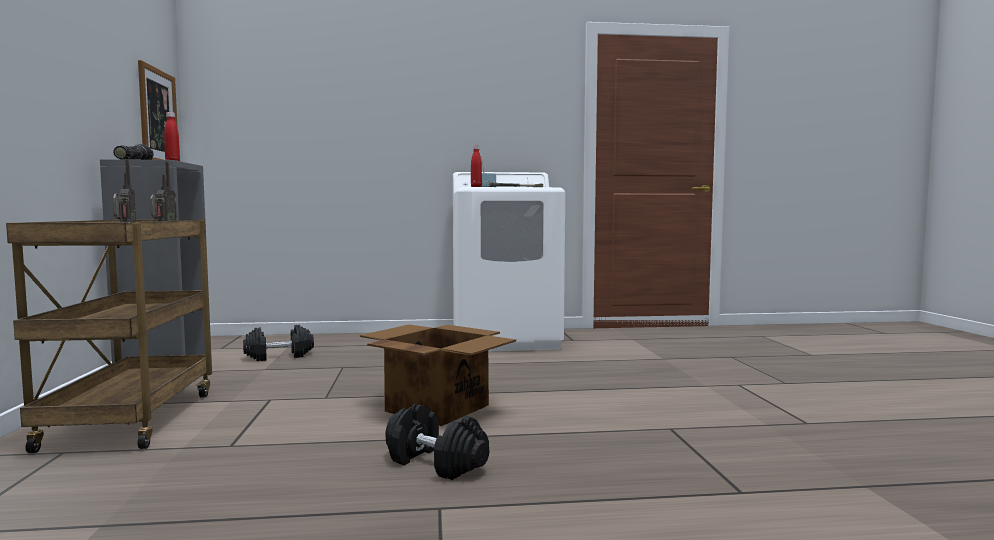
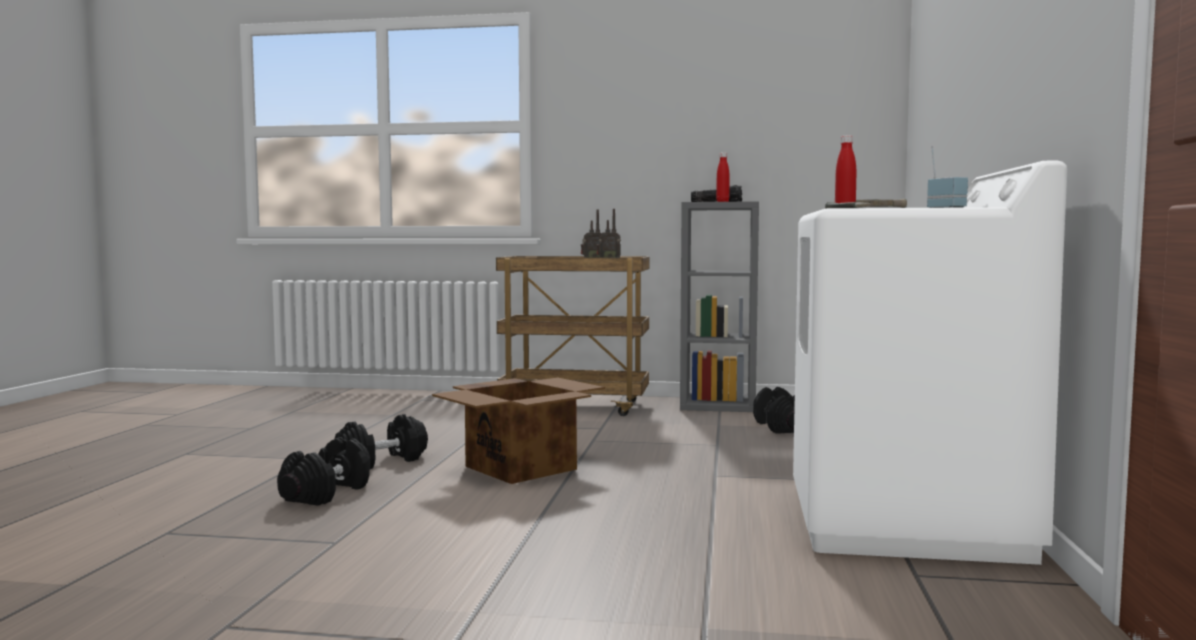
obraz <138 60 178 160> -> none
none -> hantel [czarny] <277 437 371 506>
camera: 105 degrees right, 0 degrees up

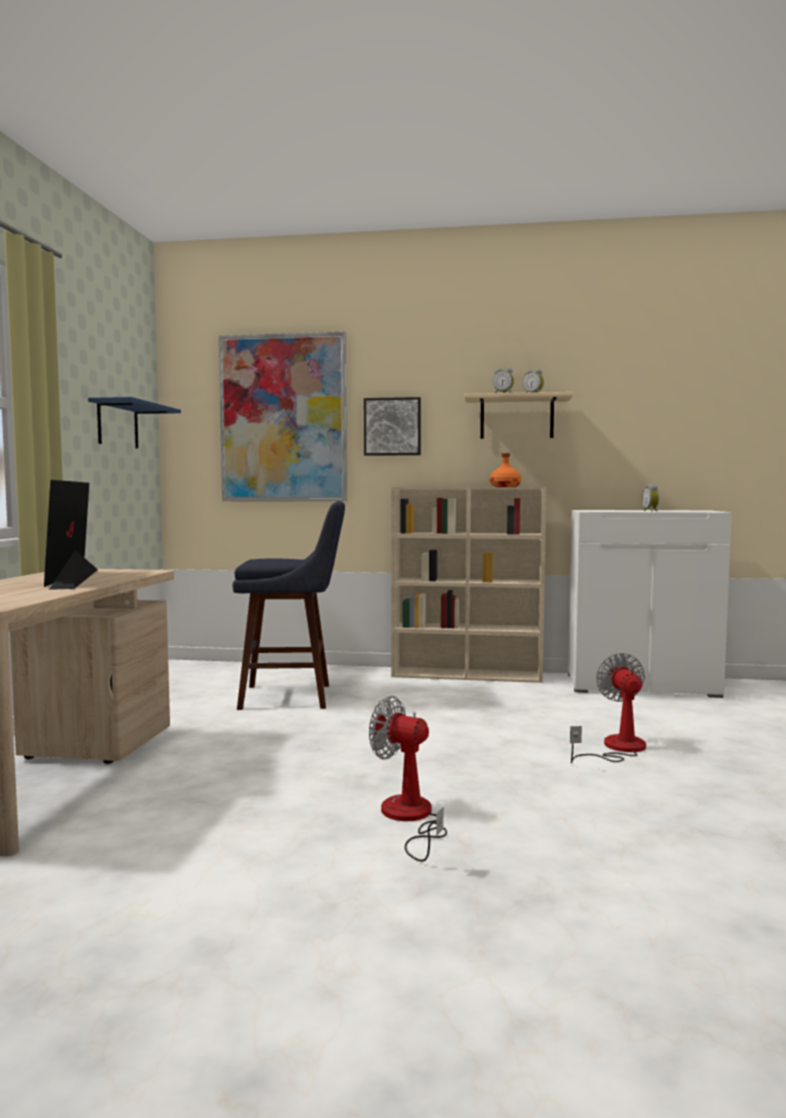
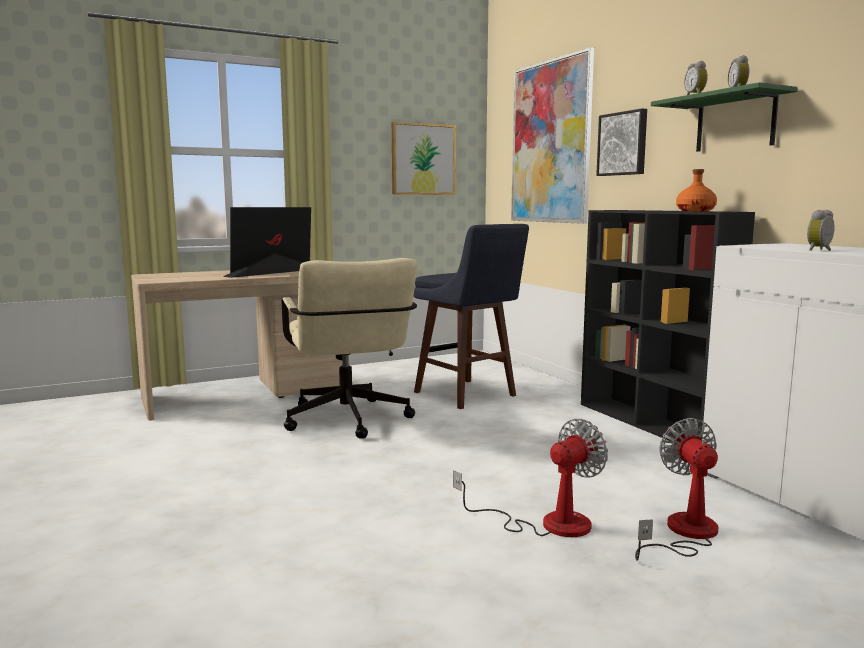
półka [niebieski] <88 397 181 449> -> obraz <392 122 456 195>
wentylator <369 696 447 862> -> wentylator <635 418 718 561>, shifted
regał [beżowy] <391 487 546 683> -> regał [czarny] <581 210 755 441>
półka [beżowy] <464 392 574 439> -> półka [zielony] <651 82 798 152>
none -> krzesło biurowe [beżowy] <282 258 417 439>
camera: 55 degrees right, 5 degrees up

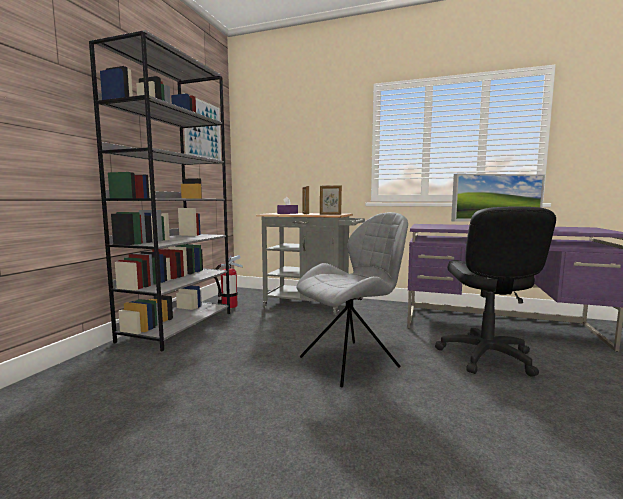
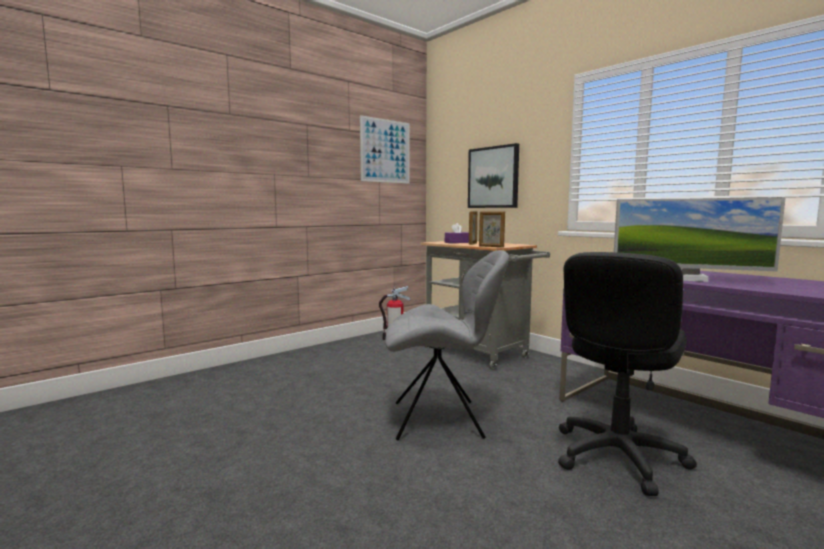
regał [szary] <89 30 230 351> -> none
none -> obraz <468 143 519 208>
camera: 30 degrees right, 0 degrees up

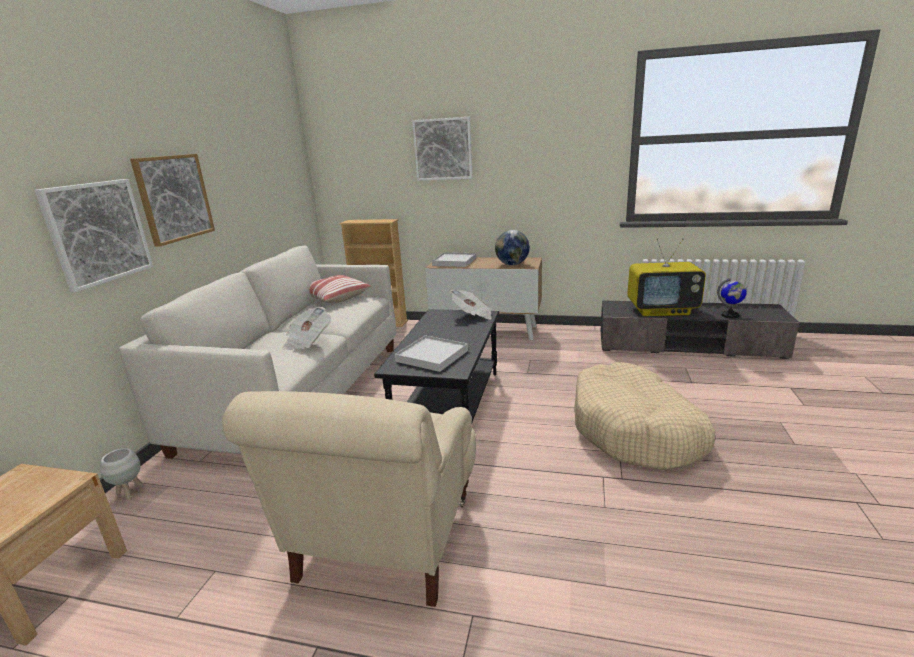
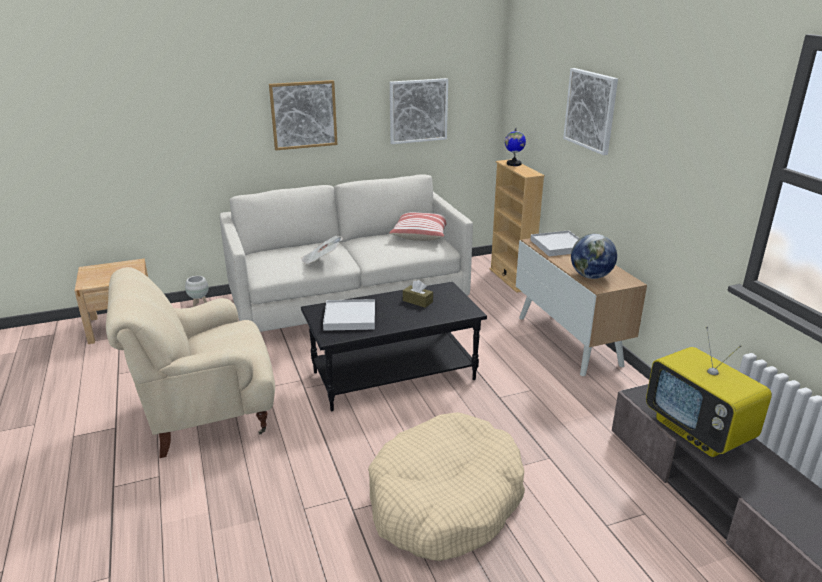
obraz <34 179 153 292> -> obraz <390 78 448 144>, shifted
gazeta <450 290 492 319> -> none
globus <717 278 747 318> -> globus <505 128 526 166>, shifted
none -> pudełko chusteczek [brązowy] <403 280 433 308>
camera: 55 degrees right, 5 degrees up

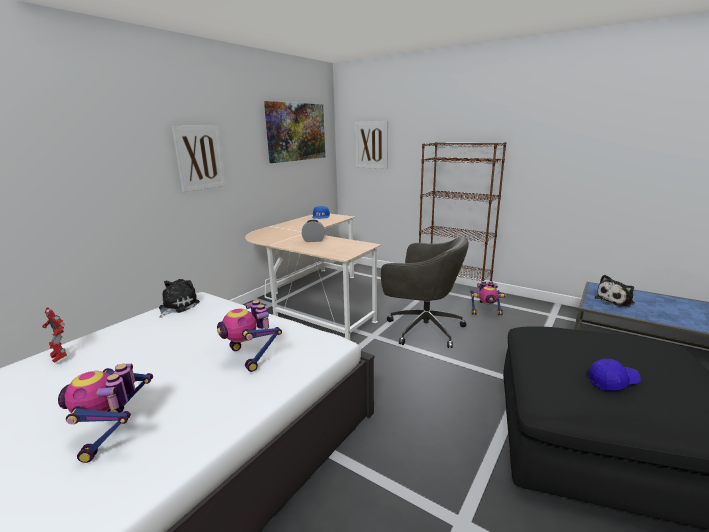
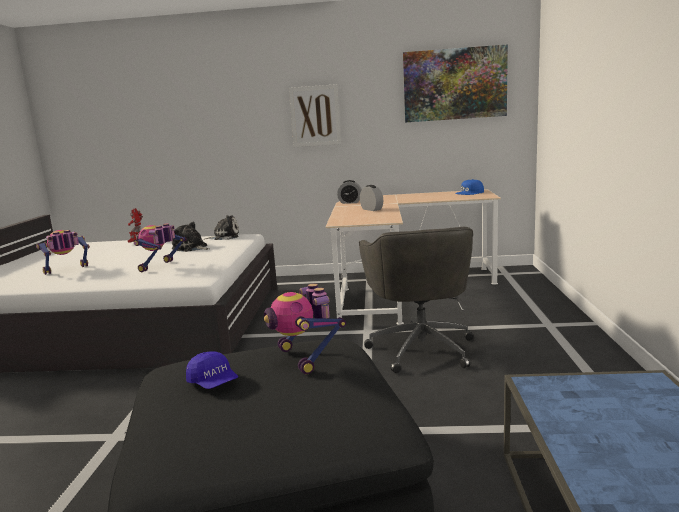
obraz <355 121 388 169> -> none
regał [brązowy] <419 142 506 303> -> none
robot zabawkowy <470 281 506 315> -> robot zabawkowy <264 283 346 374>, shifted
pluszak <595 275 635 307> -> pluszak <172 221 210 252>, shifted
none -> budzik <337 180 362 204>
camera: 60 degrees right, 5 degrees down

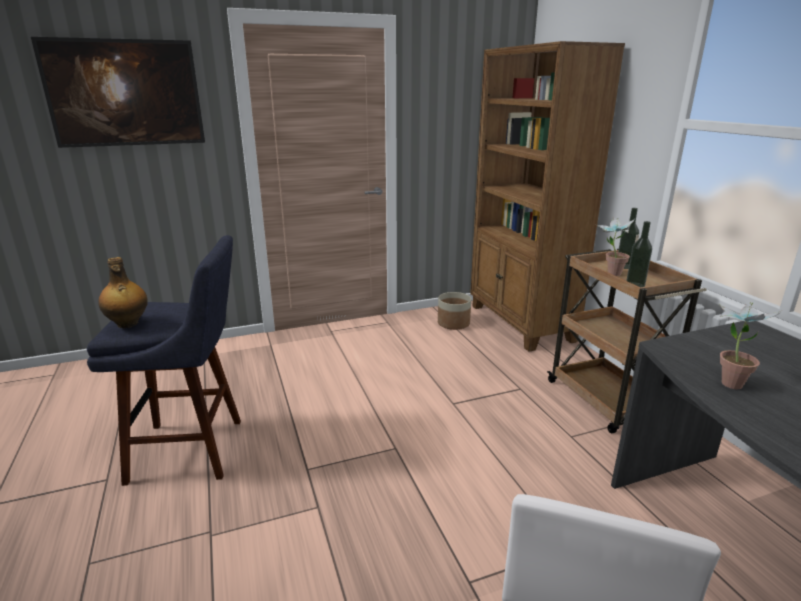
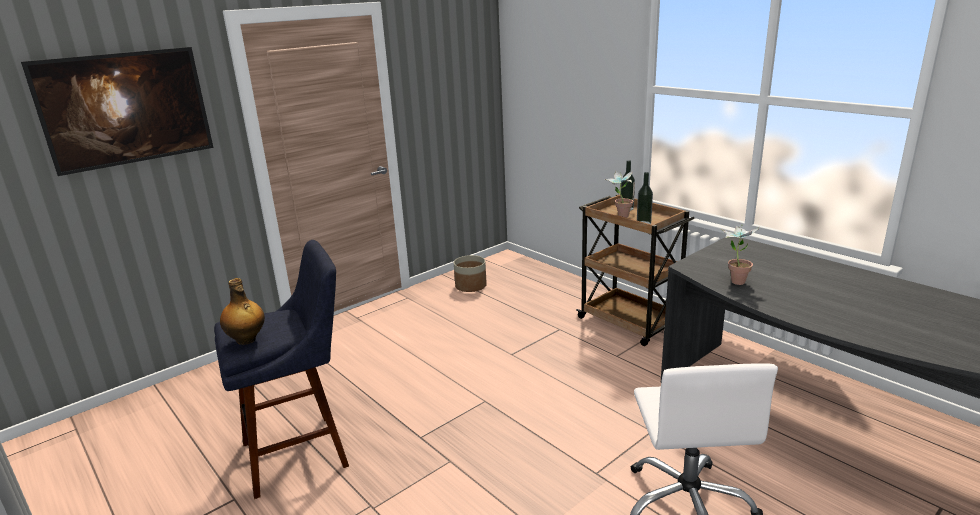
regał [brązowy] <470 41 625 352> -> none
camera: 20 degrees left, 0 degrees up

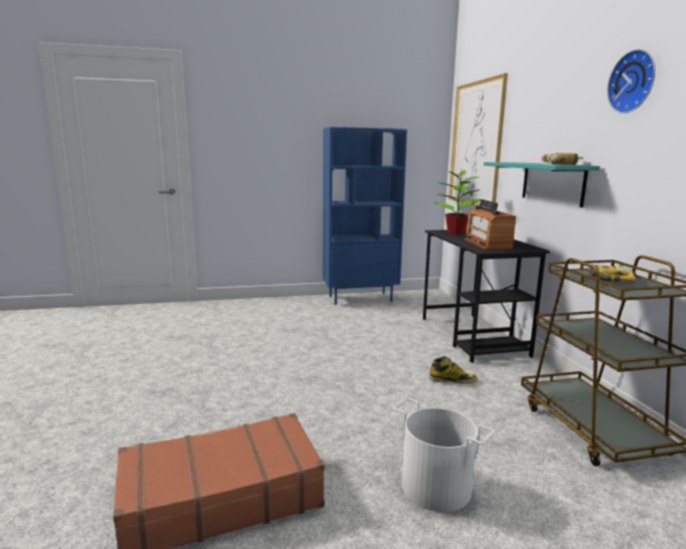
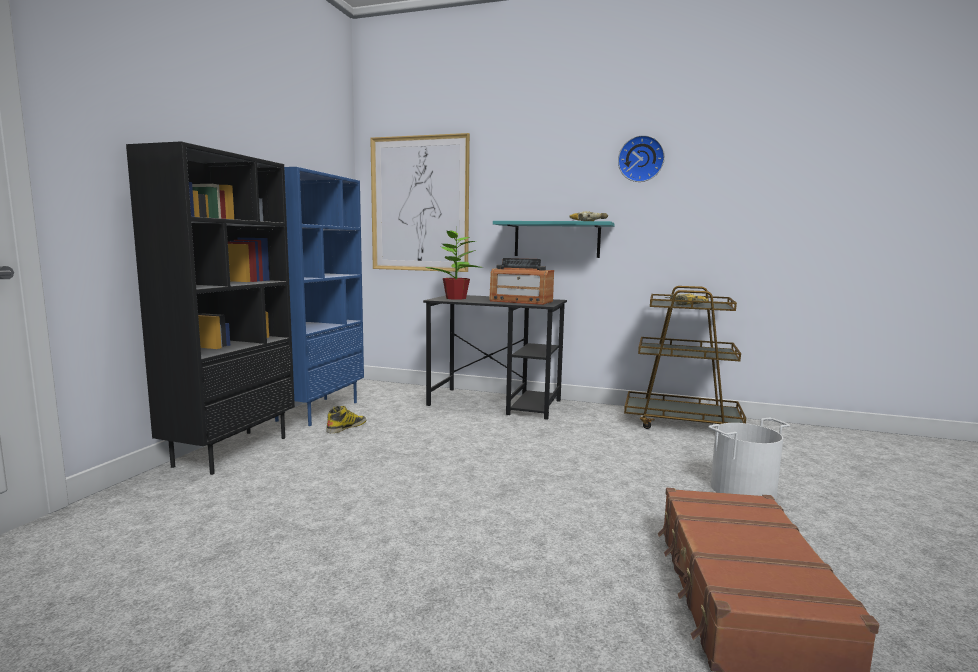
but z cholewką <429 356 478 384> -> but z cholewką <326 406 366 433>, shifted
none -> regał [czarny] <126 141 295 475>
camera: 60 degrees left, 5 degrees down

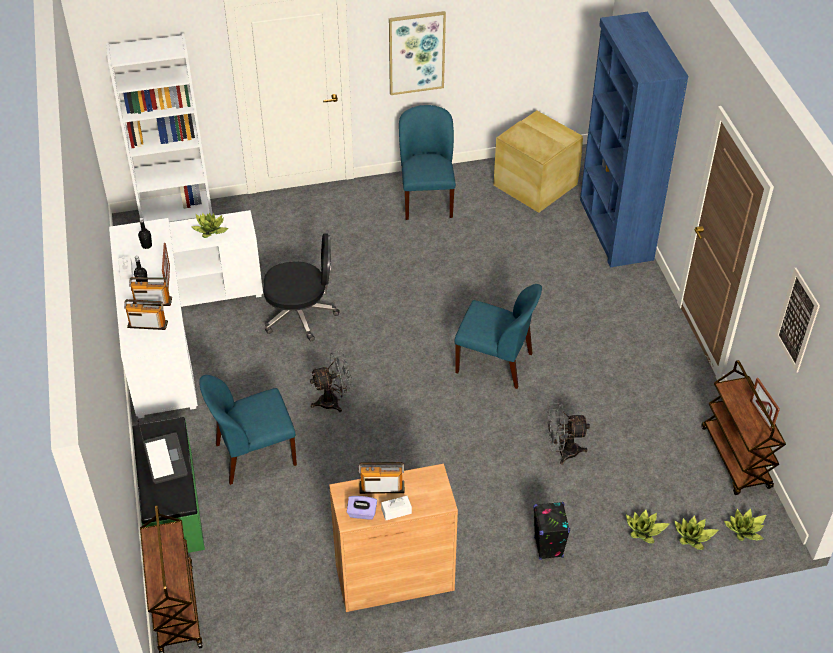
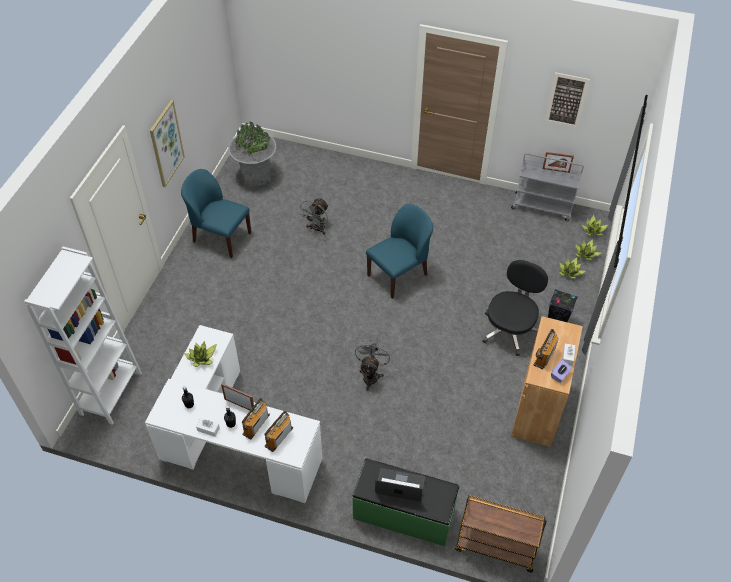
krzesło [niebieski] <199 375 297 485> -> none
krzesło biurowe [czarny] <263 234 340 341> -> krzesło biurowe [czarny] <482 260 548 356>, shifted
pojemnik do przechowywania [beżowy] <494 111 583 213> -> donica [szary] <228 122 276 188>
wentylator [szary] <547 403 590 465> -> wentylator [szary] <297 198 328 235>, shifted
regał [niebieski] <580 12 688 268> -> none
wózek [brązowy] <701 360 786 495> -> wózek [szary] <511 153 583 221>
camera: 60 degrees left, 5 degrees up

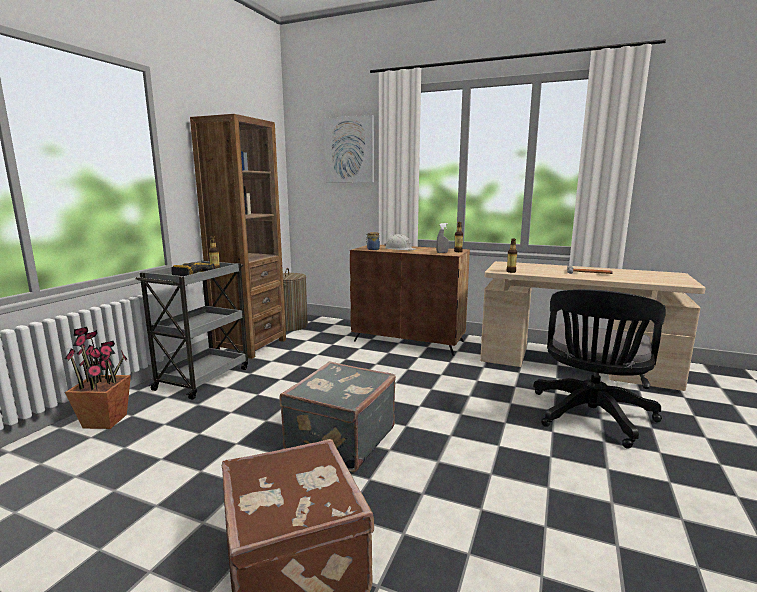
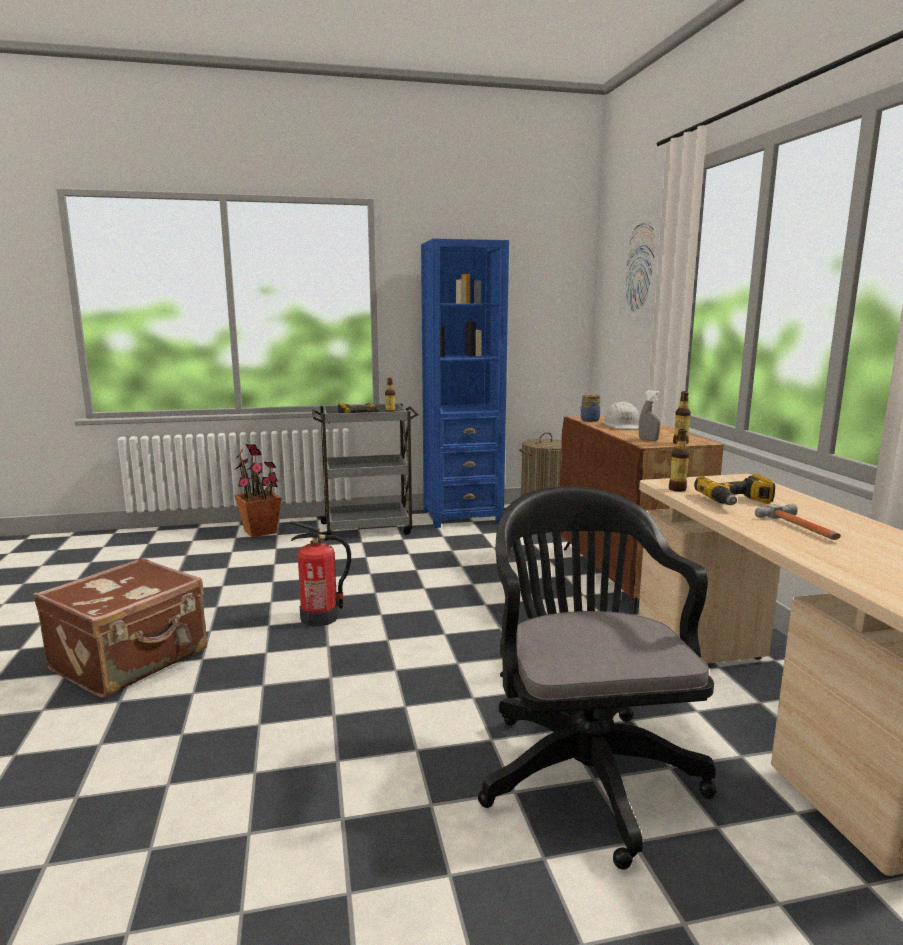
regał [brązowy] <190 114 286 359> -> regał [niebieski] <421 238 509 528>
walizka [szary] <279 362 396 472> -> gaśnica <290 521 351 626>
krzesło biurowe [czarny] <533 289 666 449> -> krzesło biurowe [czarny] <478 486 716 870>, 90 degrees clockwise
none -> wiertarka <694 474 775 505>
camera: 55 degrees right, 0 degrees up

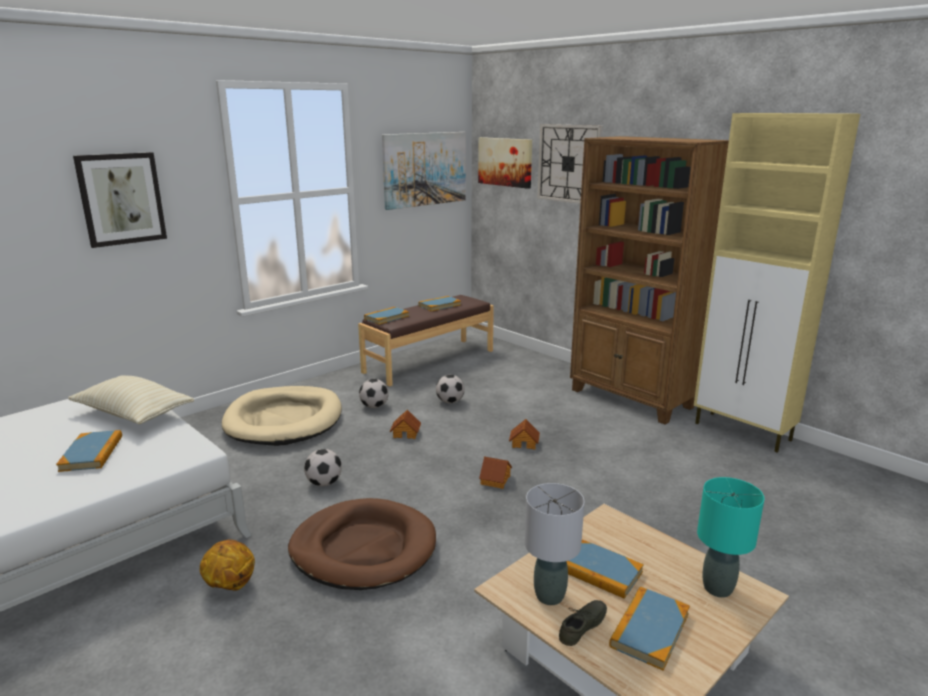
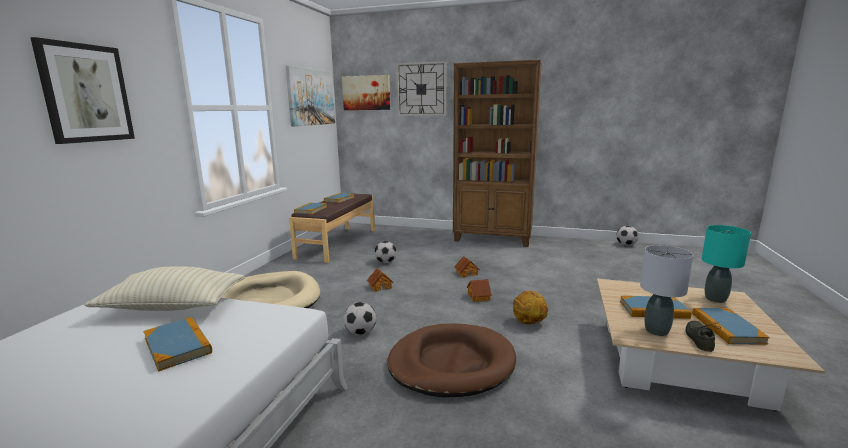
piłka do koszykówki <200 540 255 591> -> piłka do koszykówki <513 291 548 324>, shifted
piłka futbolowa <359 379 389 408> -> piłka futbolowa <616 226 639 246>, shifted
szafka [beżowy] <694 113 860 453> -> none
camera: 30 degrees left, 5 degrees down

